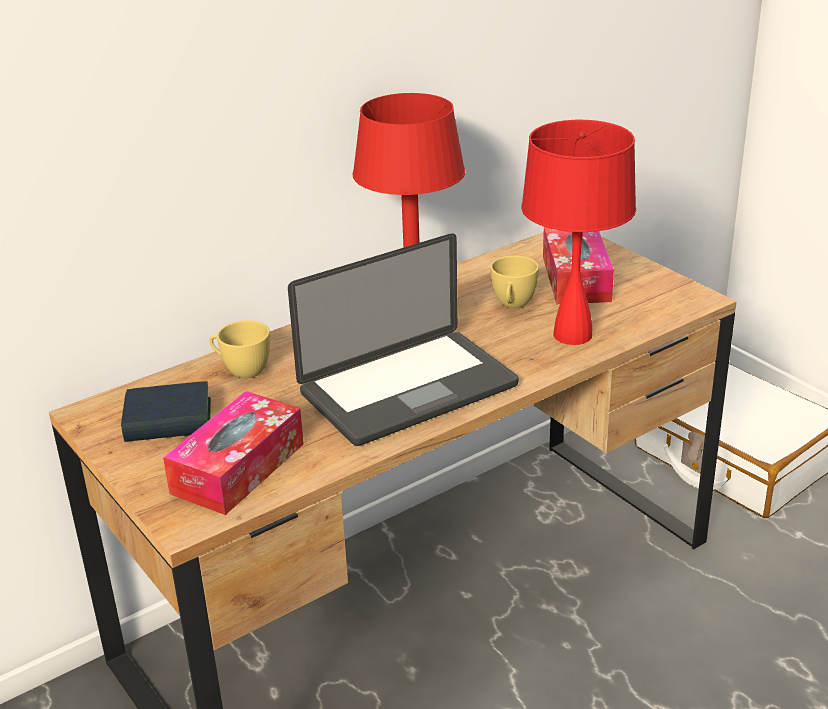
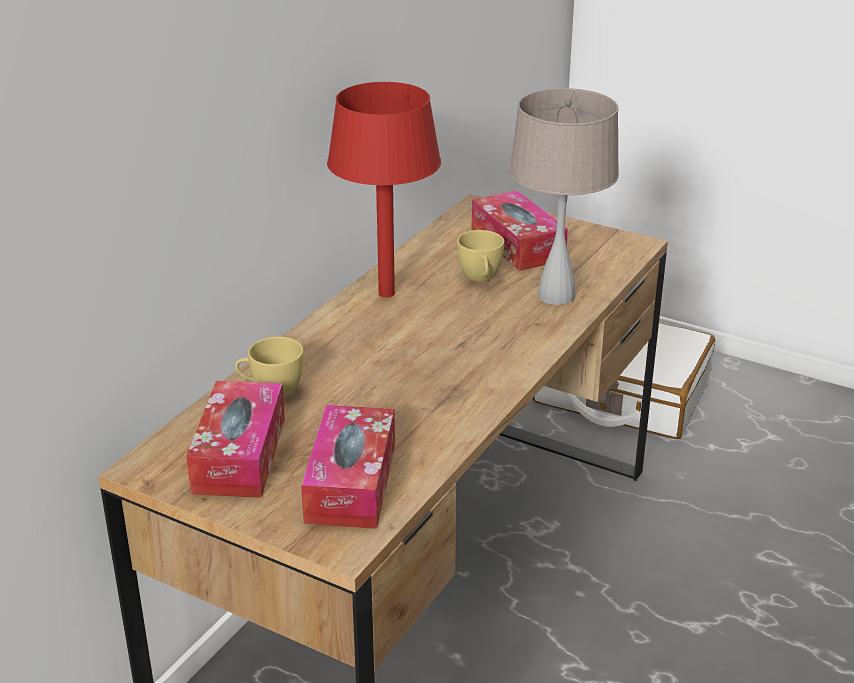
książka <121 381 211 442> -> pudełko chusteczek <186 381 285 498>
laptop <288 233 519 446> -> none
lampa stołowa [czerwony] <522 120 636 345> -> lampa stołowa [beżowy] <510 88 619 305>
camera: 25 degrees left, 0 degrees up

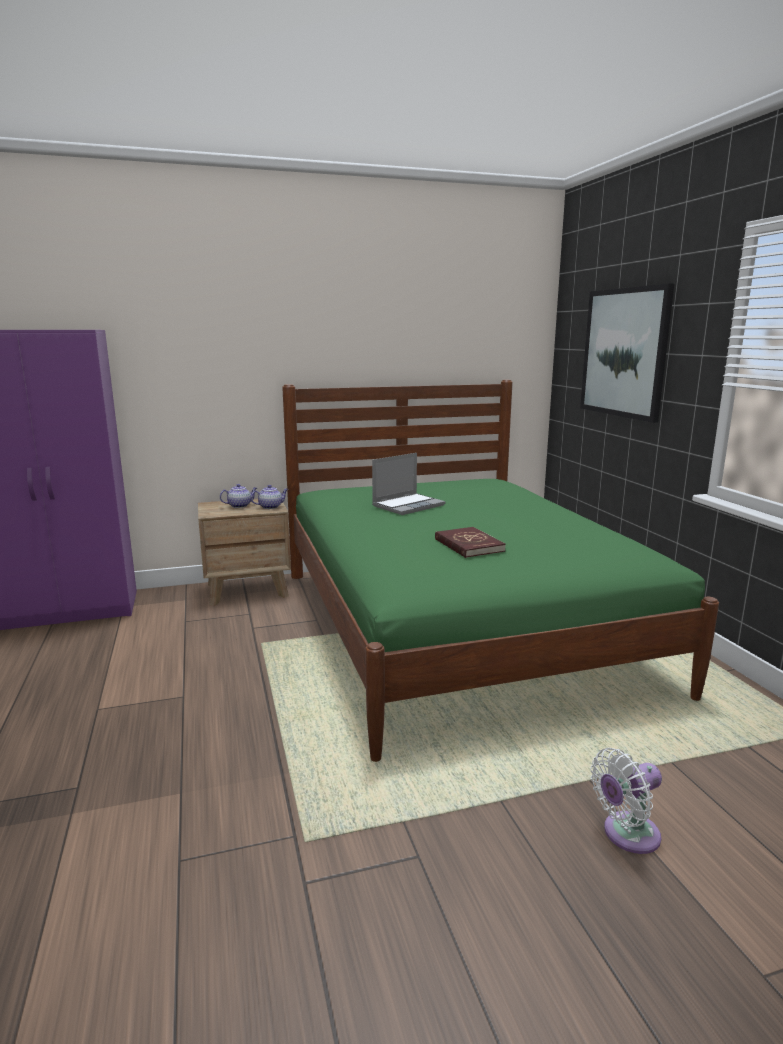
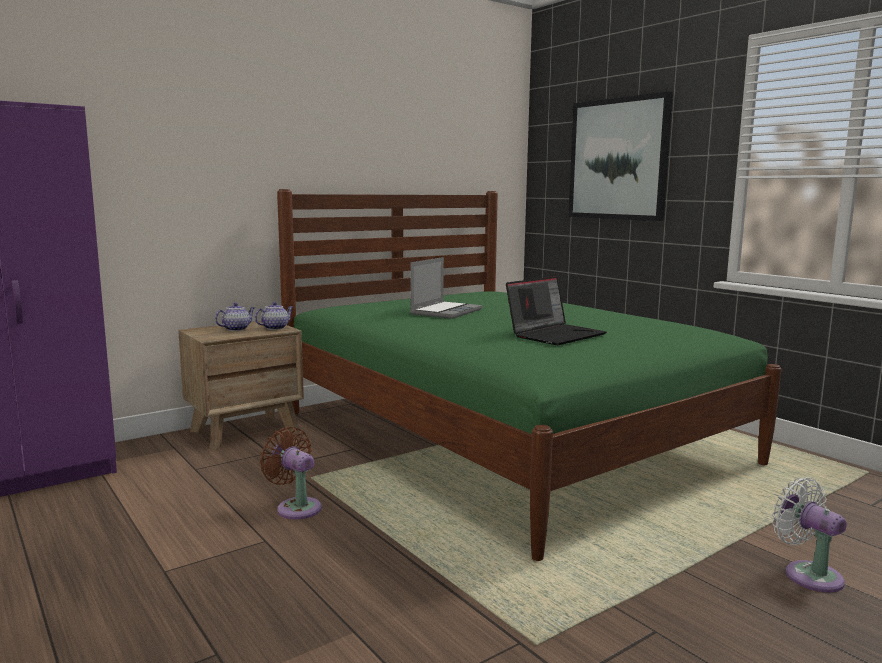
książka [czerwony] <435 527 506 558> -> laptop <506 276 606 345>
wentylator [biały] <590 748 662 854> -> wentylator [biały] <772 477 847 592>, 105 degrees clockwise
none -> wentylator [brązowy] <260 427 322 519>
camera: 20 degrees left, 5 degrees down

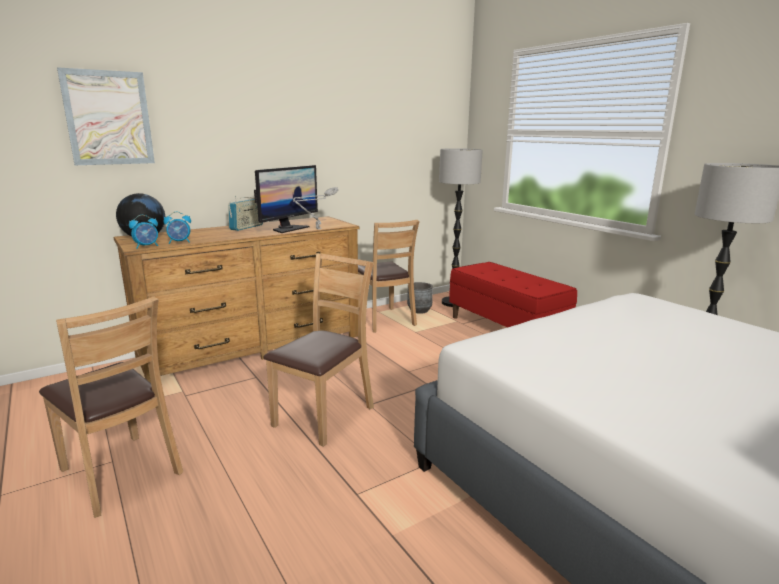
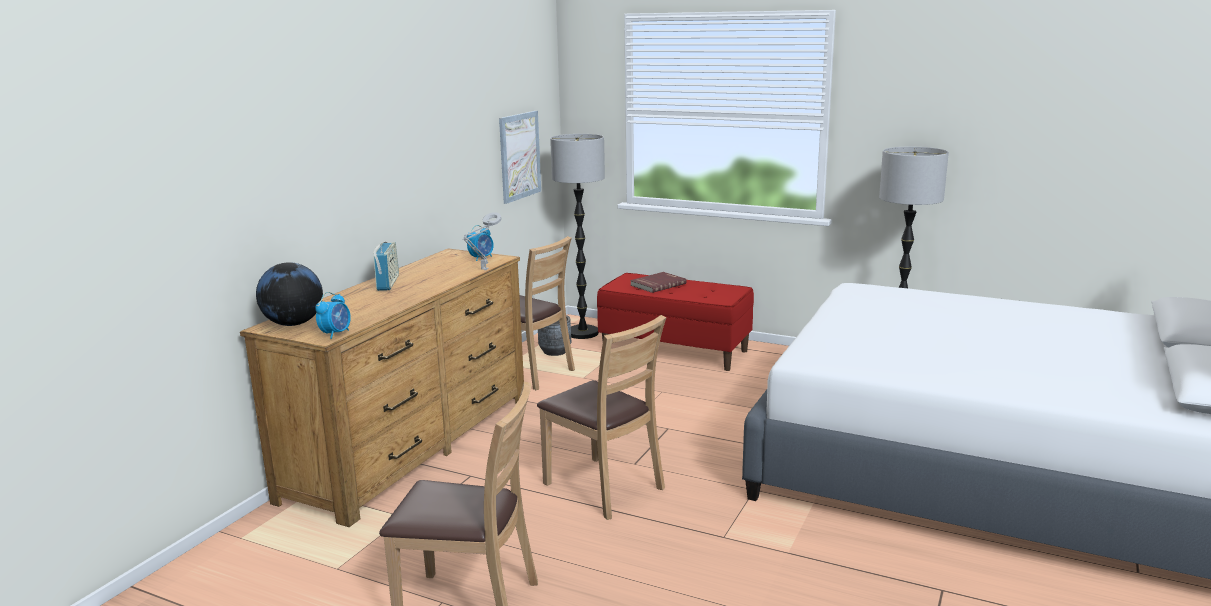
obraz <57 67 155 165> -> obraz <499 111 541 204>, shifted
budzik <164 212 191 244> -> budzik <467 225 494 261>, shifted
monitor <254 165 318 233> -> none
krzesło [brązowy] <263 253 374 447> -> krzesło [brązowy] <537 315 666 520>, 135 degrees clockwise
none -> książka [czerwony] <630 272 687 293>
camera: 30 degrees left, 0 degrees up

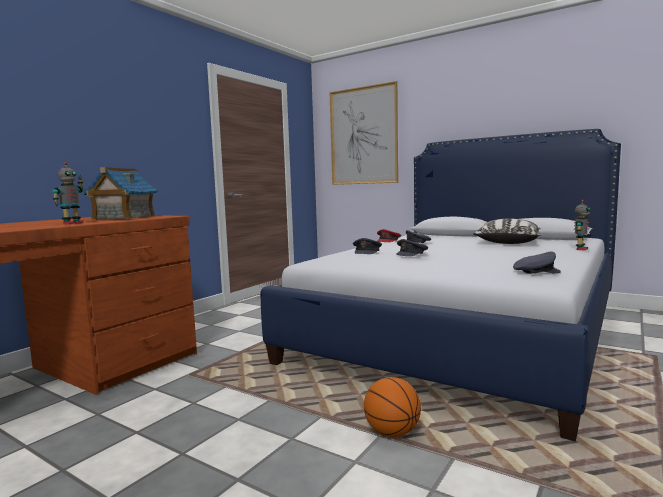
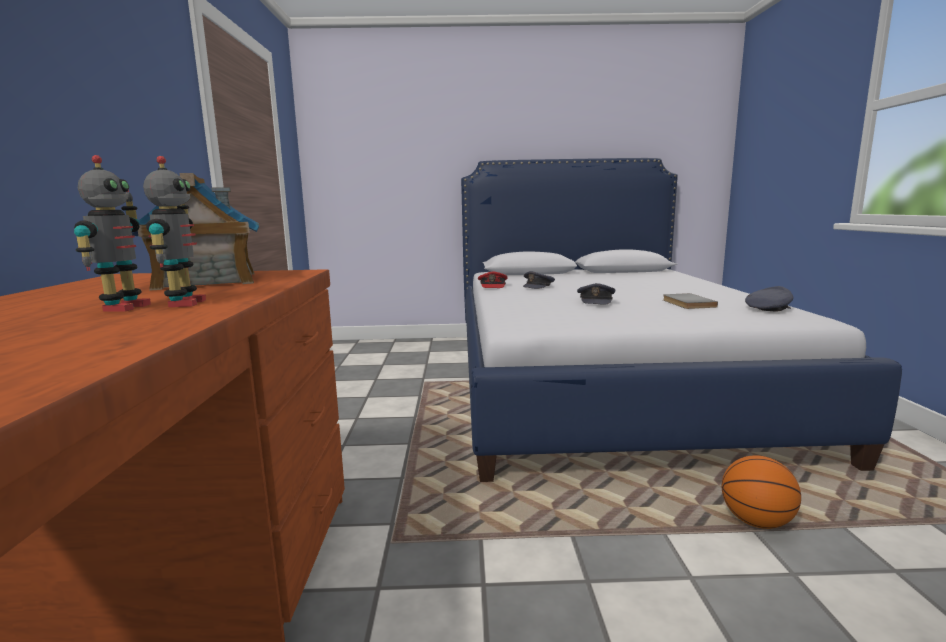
obraz <330 81 398 185> -> none
czapka z daszkiem [szary] <353 238 382 254> -> none
poduszka <473 218 541 244> -> none
robot zabawkowy <574 200 590 251> -> robot zabawkowy <74 155 151 312>, shifted
none -> książka [szary] <663 293 718 309>
camera: 35 degrees left, 5 degrees up

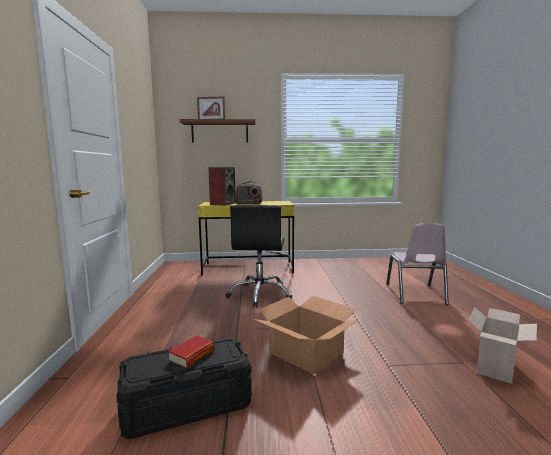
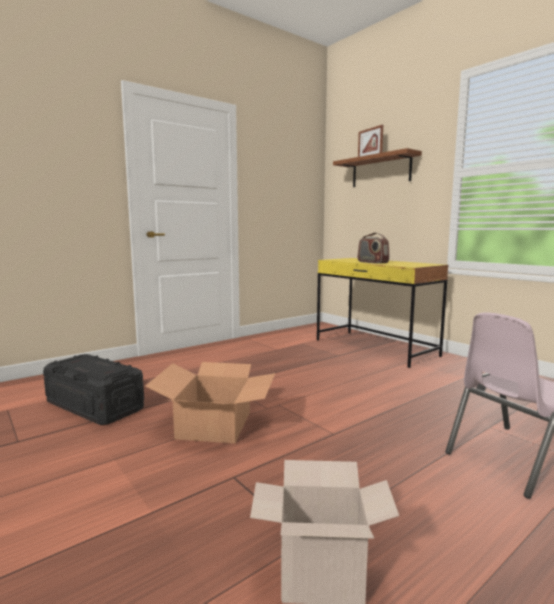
książka <168 335 215 368> -> none
głośnik <208 167 236 205> -> none
krzesło biurowe [czarny] <226 205 292 308> -> none
camera: 55 degrees right, 0 degrees up

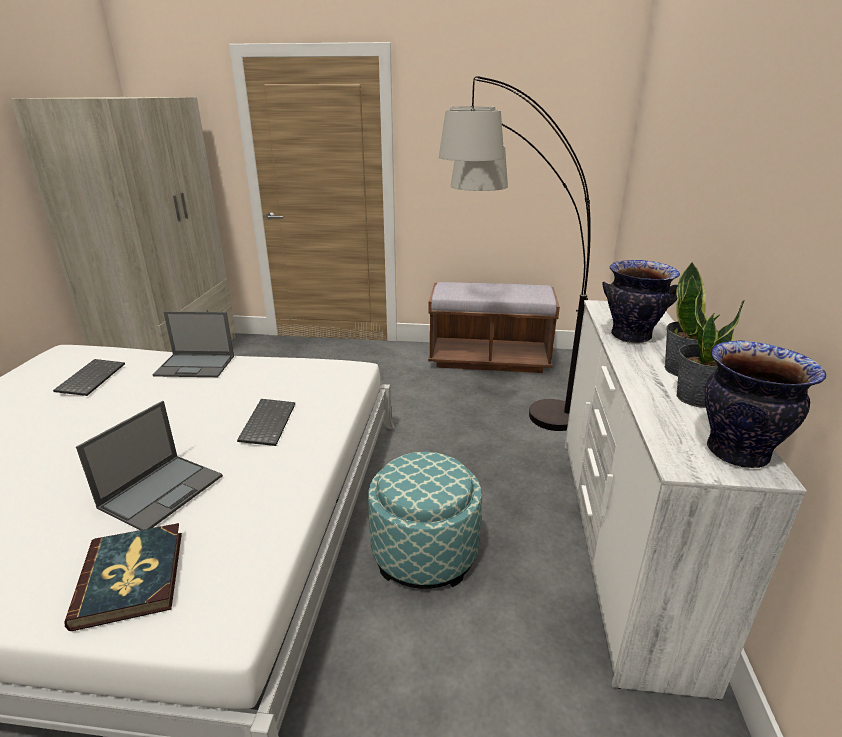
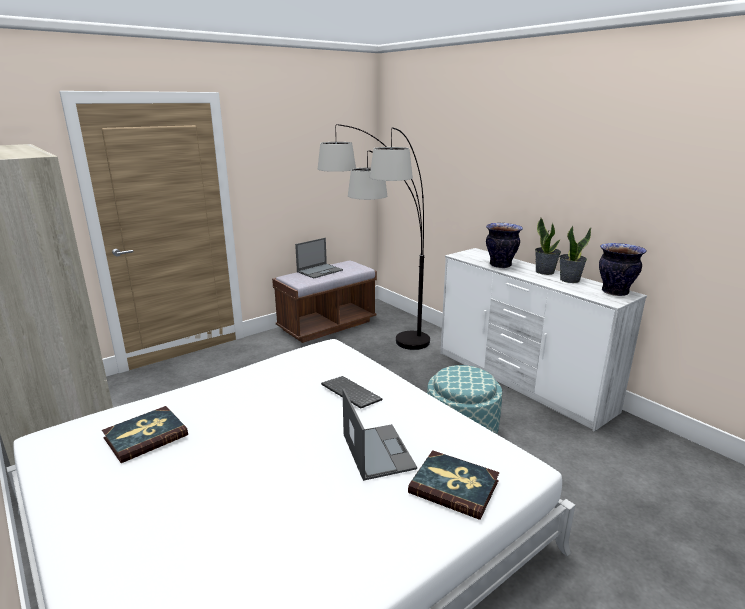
klawiatura <53 359 125 396> -> książka <102 406 188 463>
laptop <152 311 234 377> -> laptop <295 238 343 279>, shifted
camera: 45 degrees left, 5 degrees down

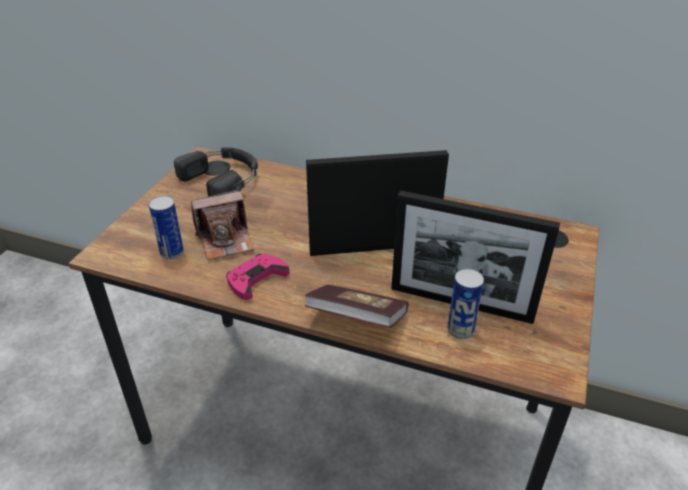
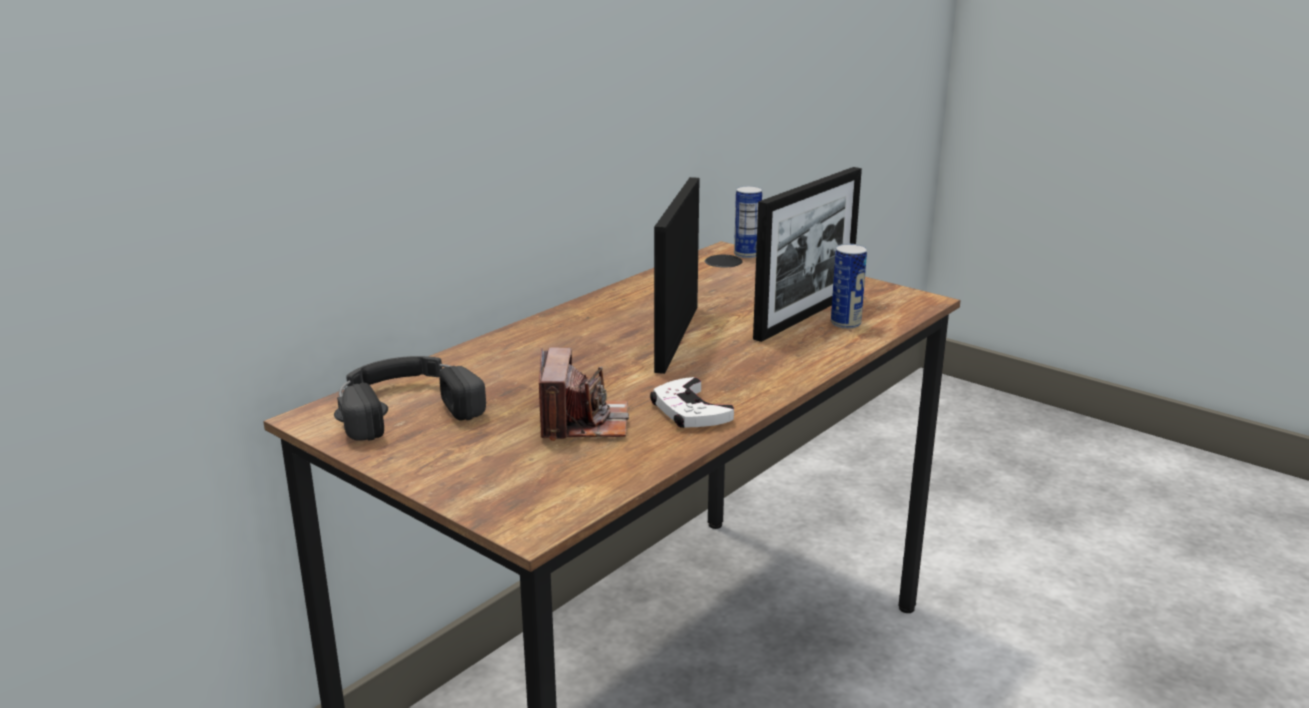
puszka <149 196 184 259> -> puszka <734 186 762 258>, shifted
pad do gier [różowy] <226 254 289 300> -> pad do gier [biały] <650 377 734 428>
książka <304 285 408 328> -> none
camera: 70 degrees left, 15 degrees down

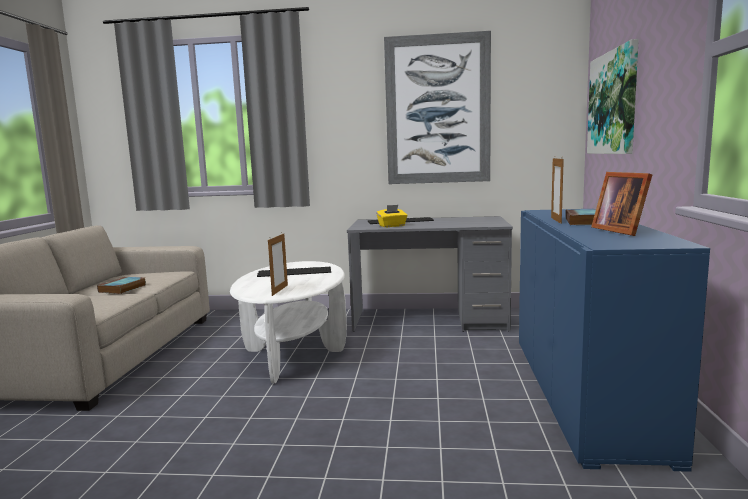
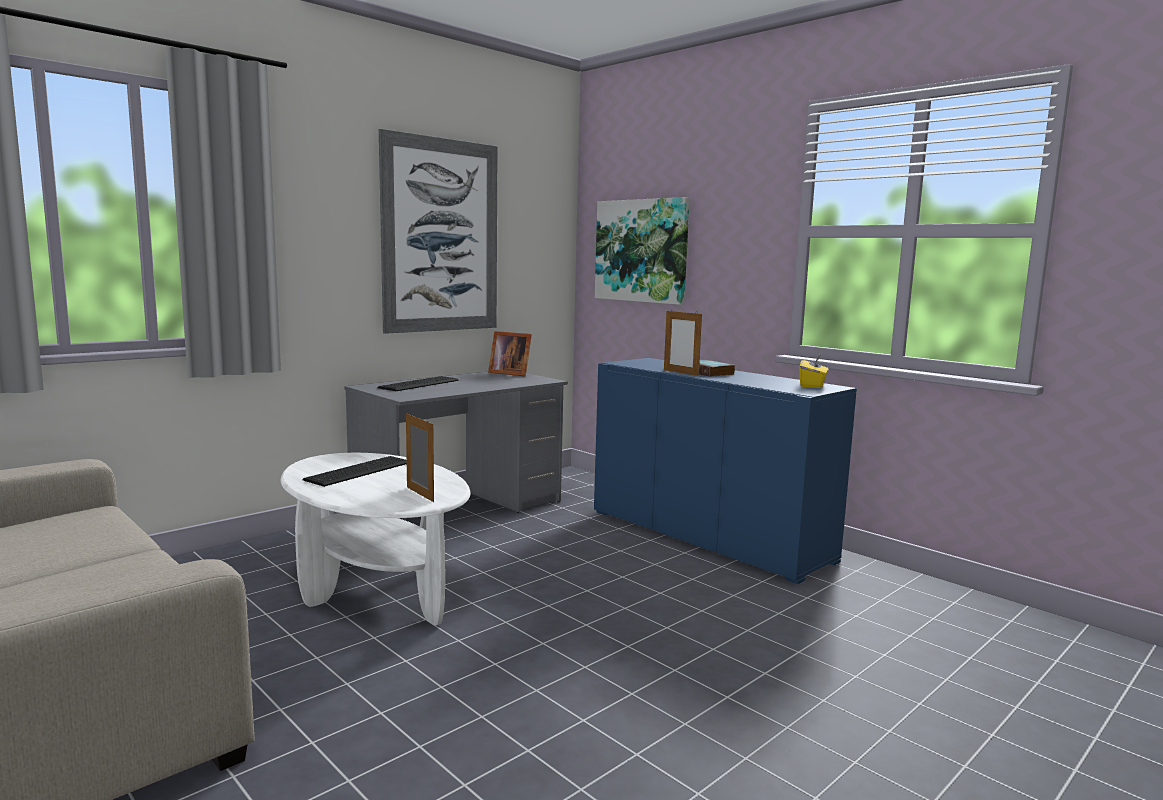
książka <97 277 146 294> -> none
pudełko chusteczek [żółty] <376 205 408 227> -> pudełko chusteczek [żółty] <799 354 829 388>, shifted
ramka na zdjęcie <591 172 652 236> -> ramka na zdjęcie <488 331 532 377>, shifted
camera: 50 degrees left, 0 degrees up

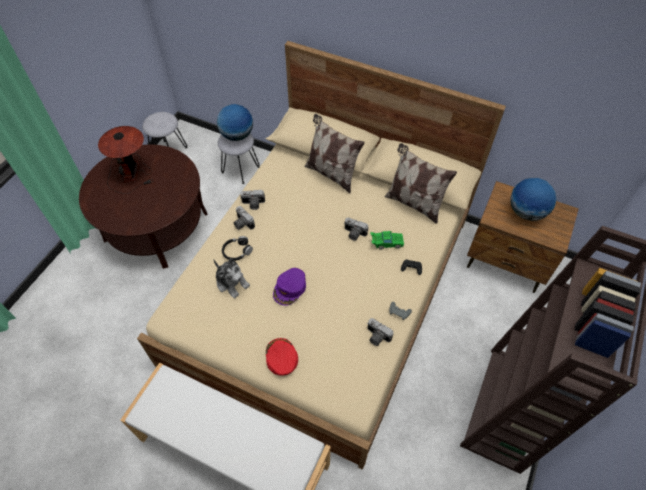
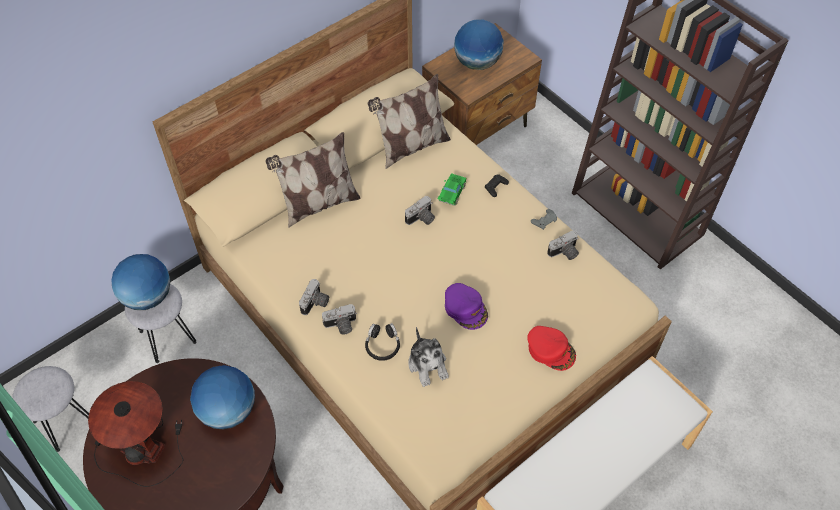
pluszak <213 259 250 299> -> pluszak <408 327 449 387>, 90 degrees clockwise
czapka z daszkiem [czerwony] <266 338 298 376> -> czapka z daszkiem [czerwony] <527 326 576 371>, 150 degrees counterclockwise
none -> globus <190 365 255 429>
camera: 65 degrees left, 0 degrees up

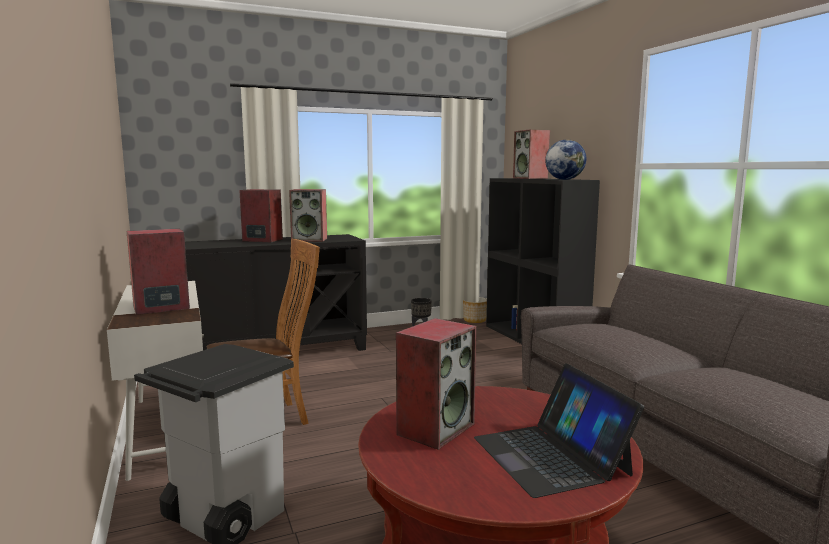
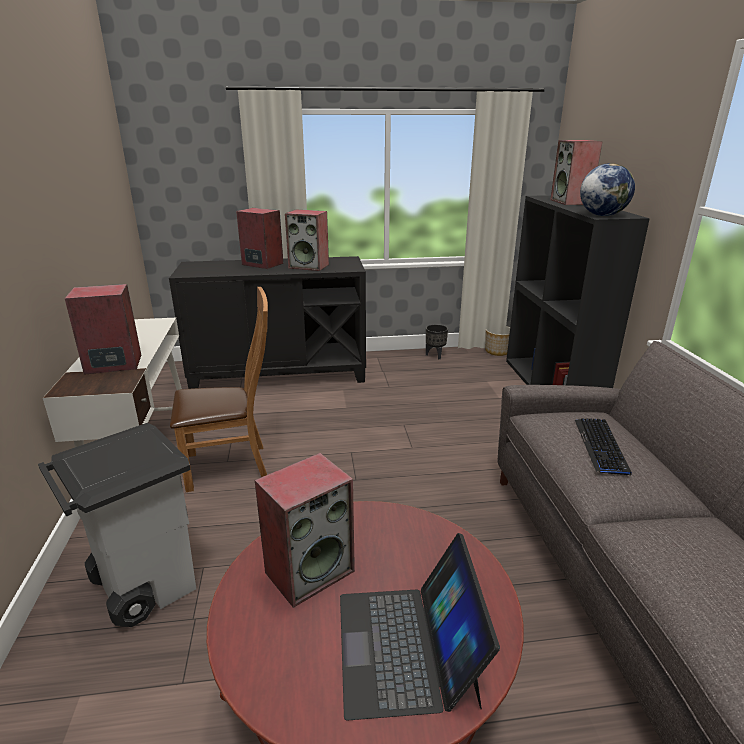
none -> klawiatura <575 418 632 476>
camera: 15 degrees right, 15 degrees up

